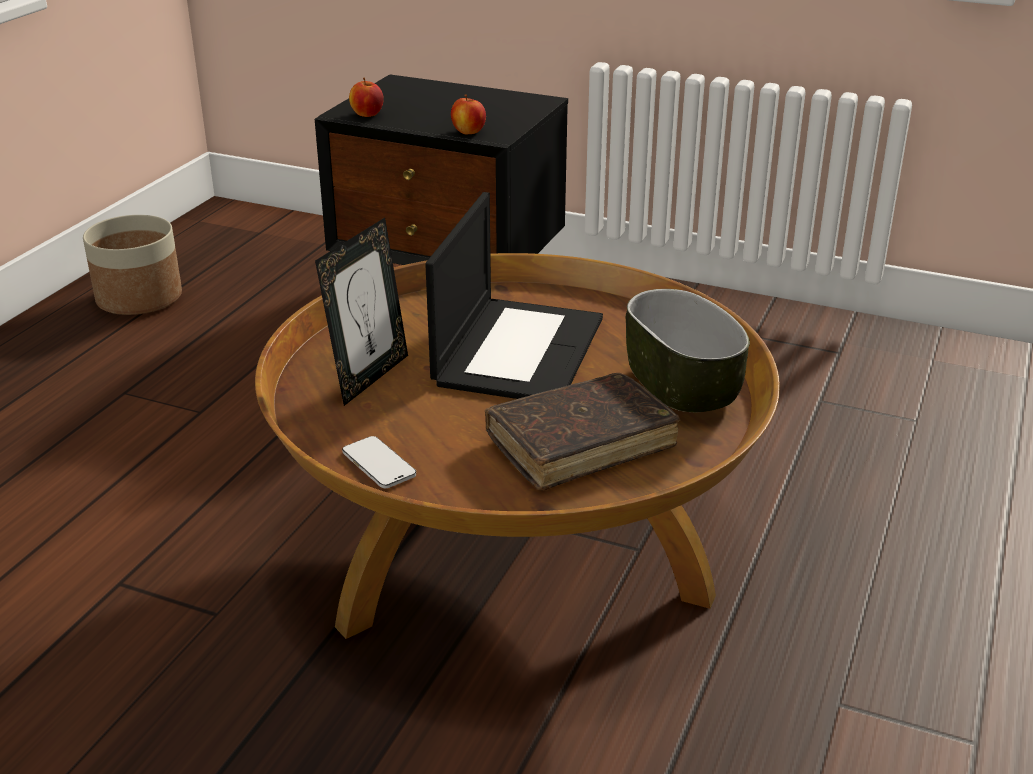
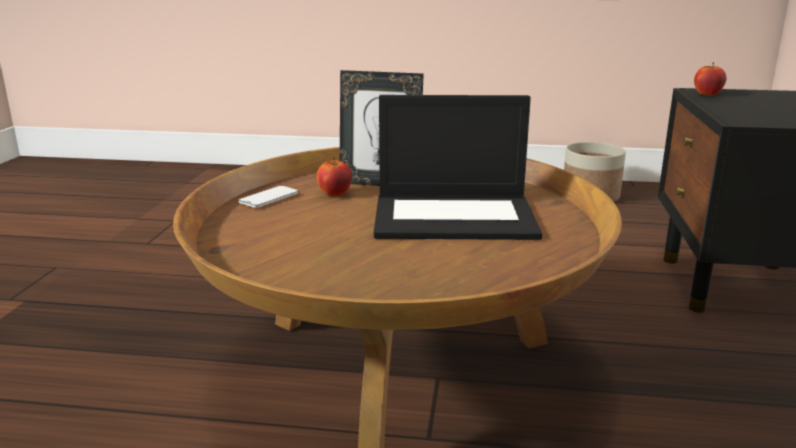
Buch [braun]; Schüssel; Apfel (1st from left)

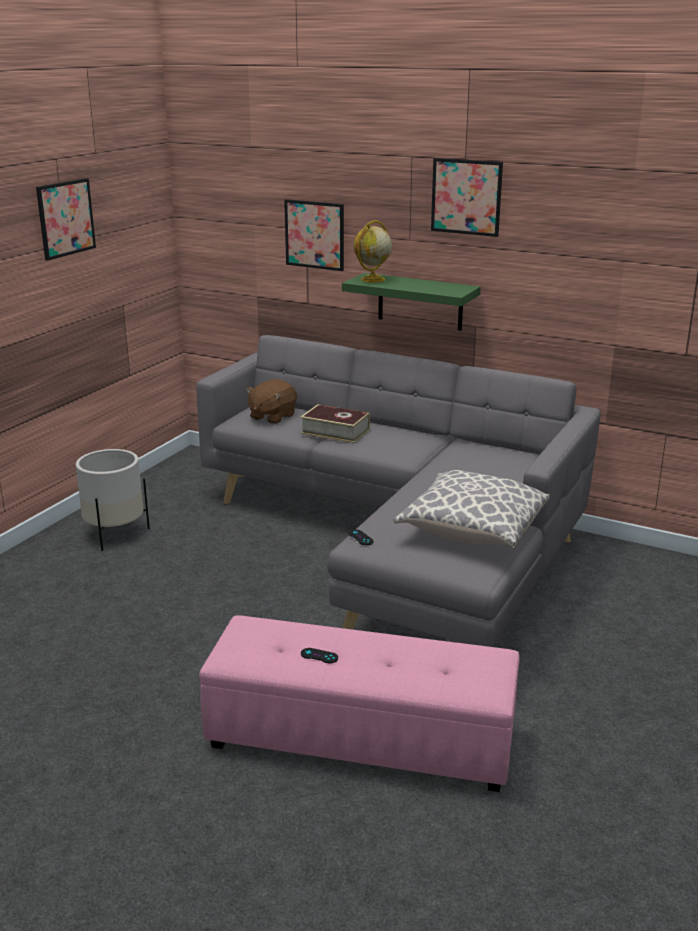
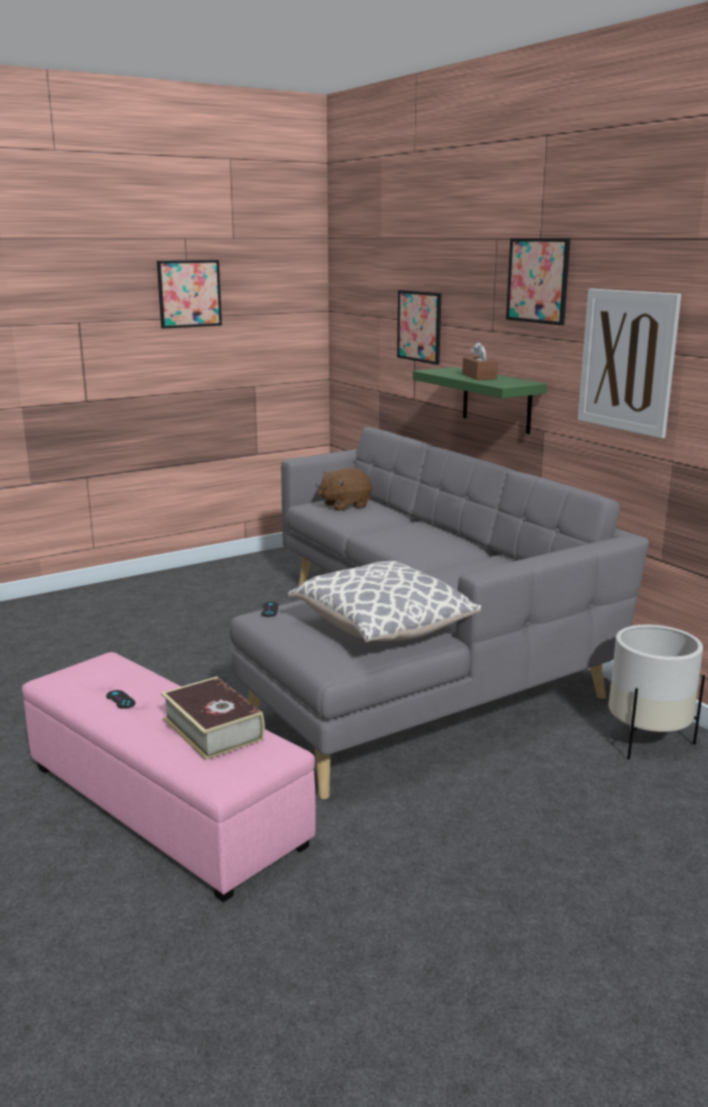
Globus; Taschentuchbox [braun]; Bild (4th from left); Pflanzkübel [weiß]; Buch

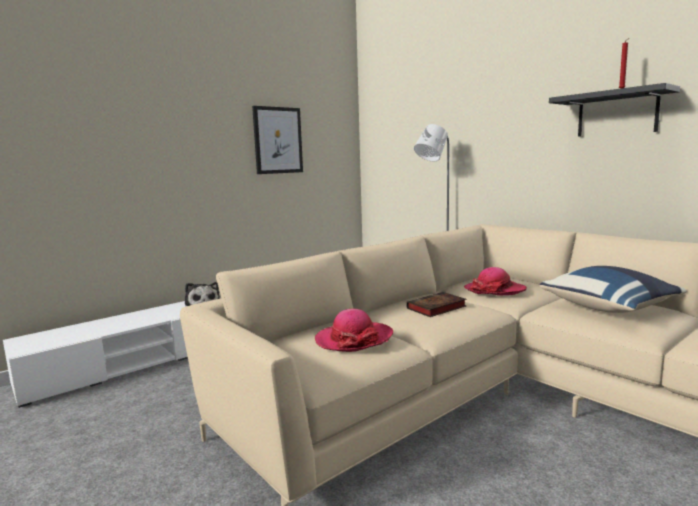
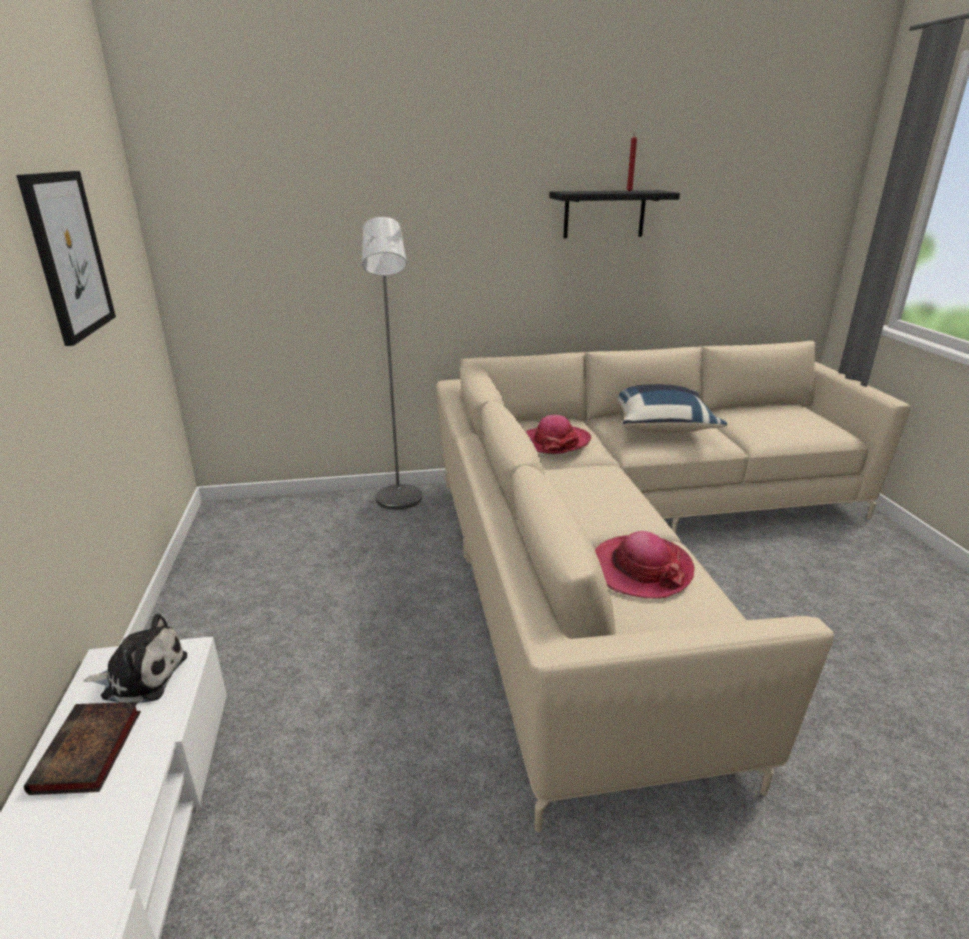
Buch

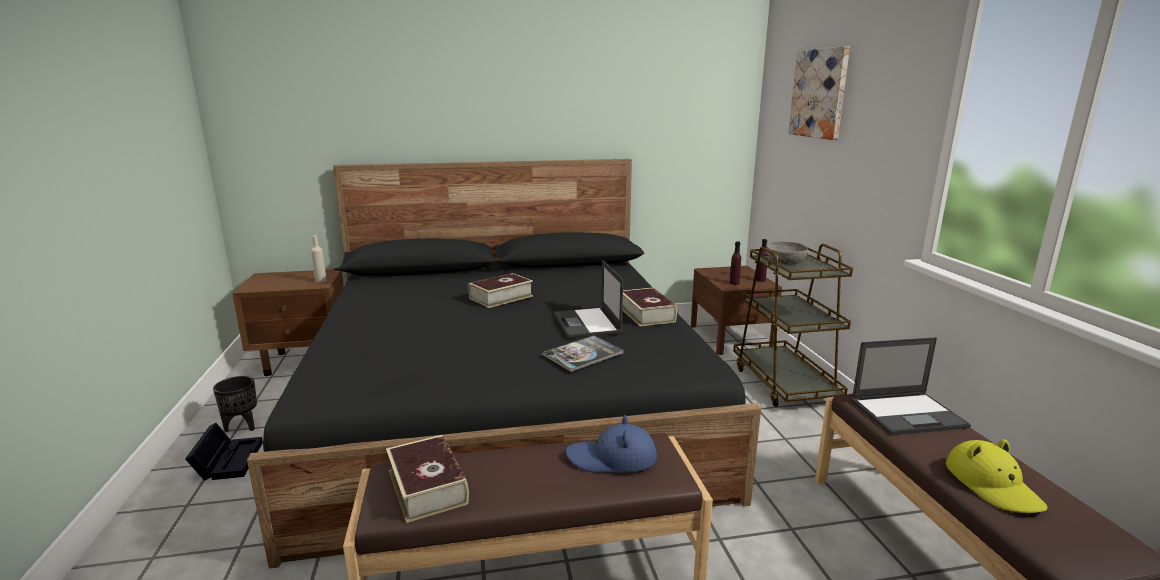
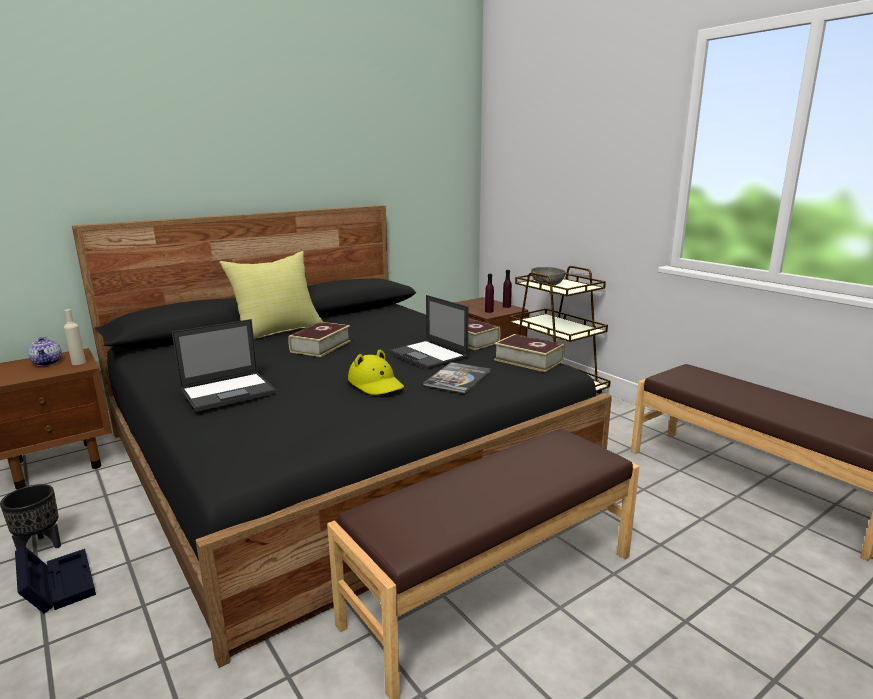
Hut [blau]; Bild; Teekanne; Kissen [gelb]; Buch (4th from left); Laptop (1st from left); Hut [gelb]

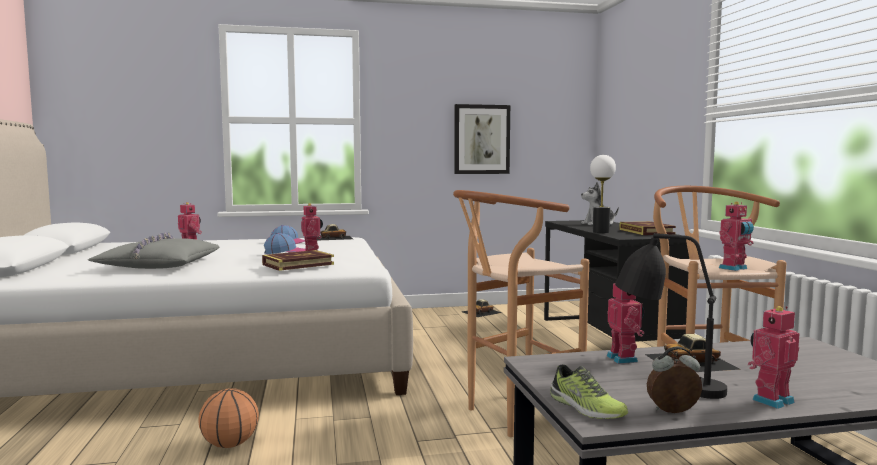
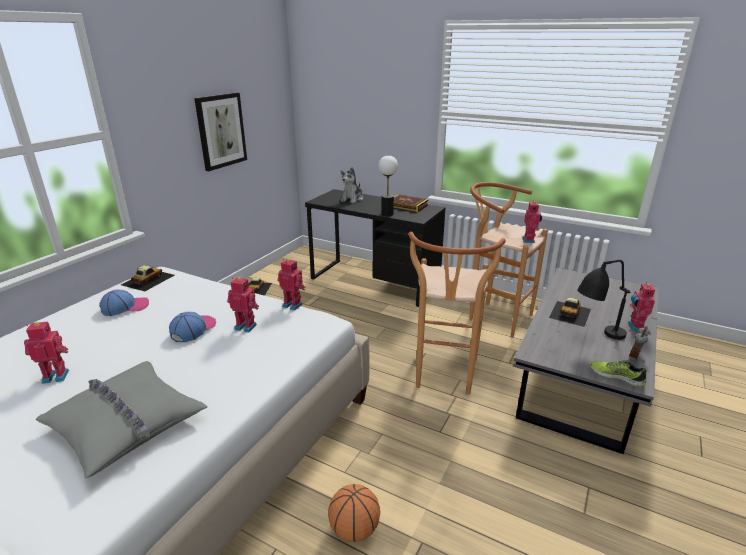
Buch (1st from left in the first image); Spielzeugroboter (3rd from left); Schuh

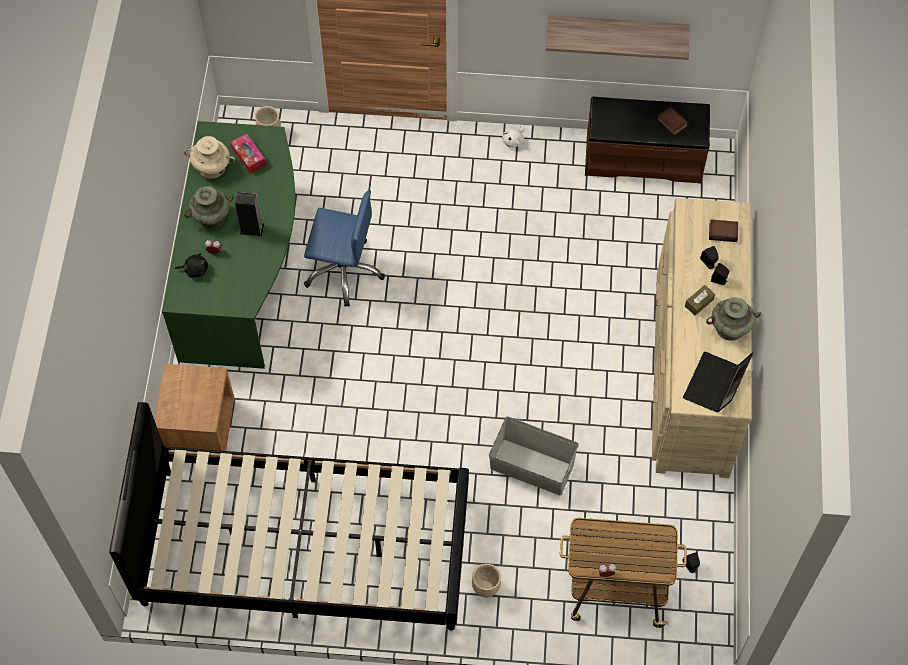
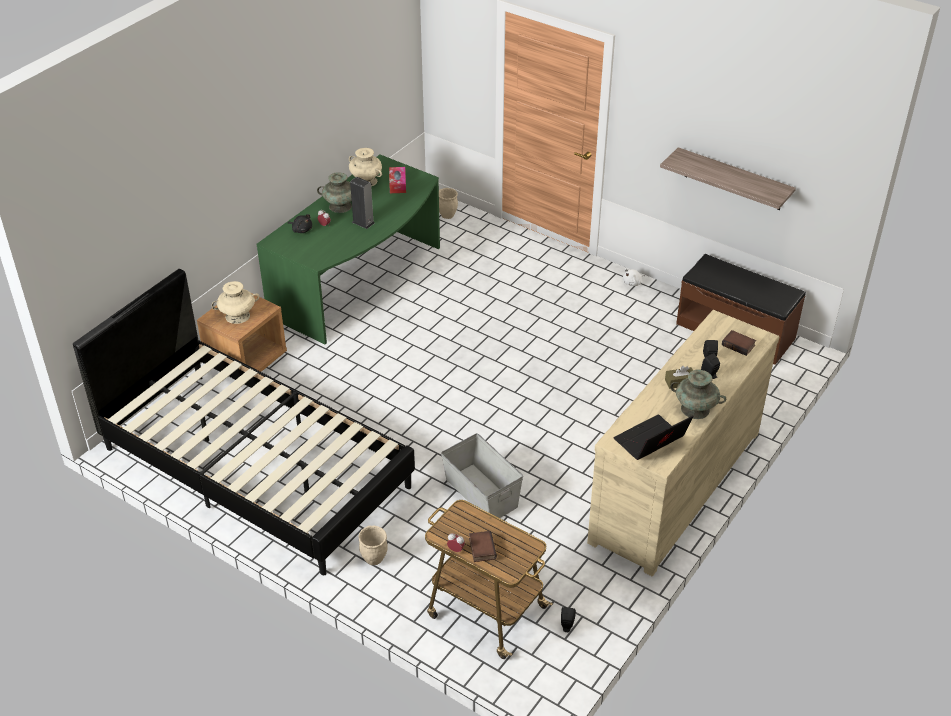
Bürostuhl [blau]; Vase [beige] (1st from left); Buch (1st from left)

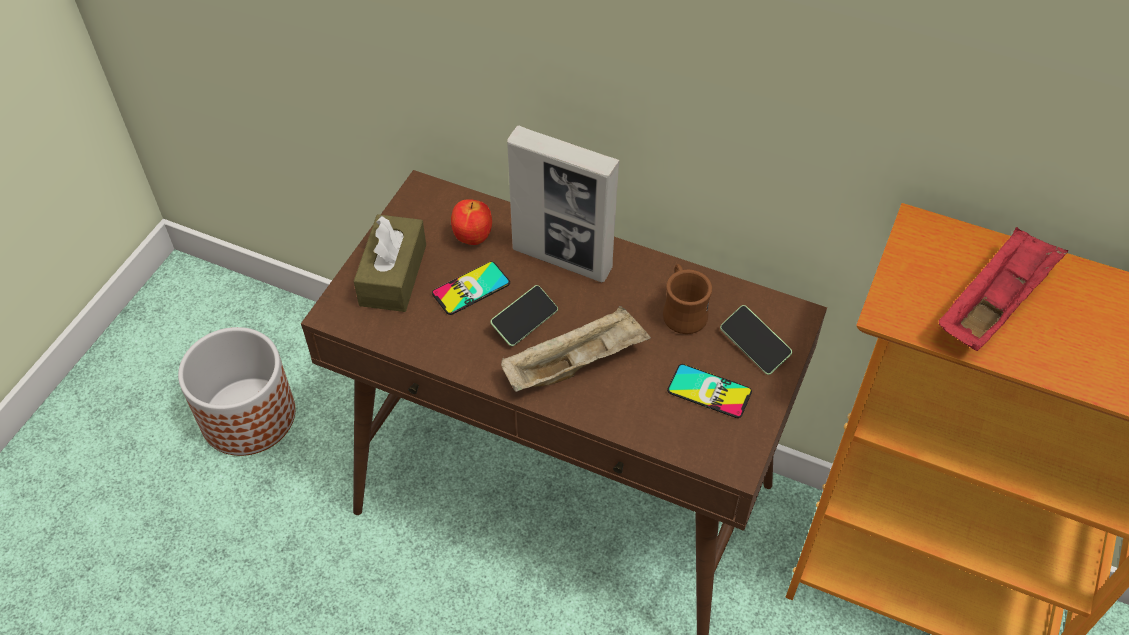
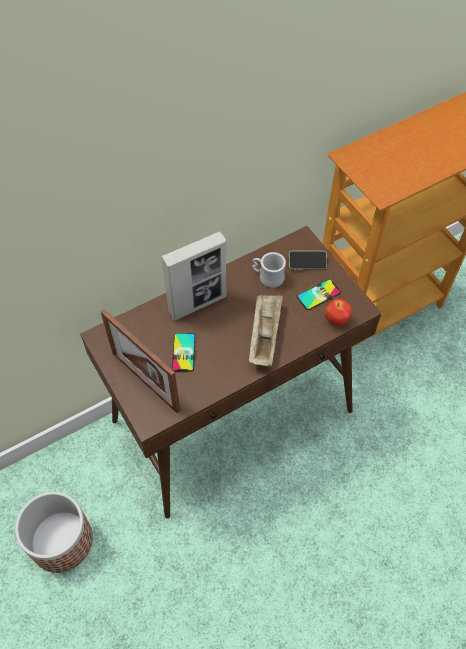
Handy (2nd from left in the first image); Tablett [rot]; Apfel; Bilderrahmen (1st from left); Henkelbecher [weiß]

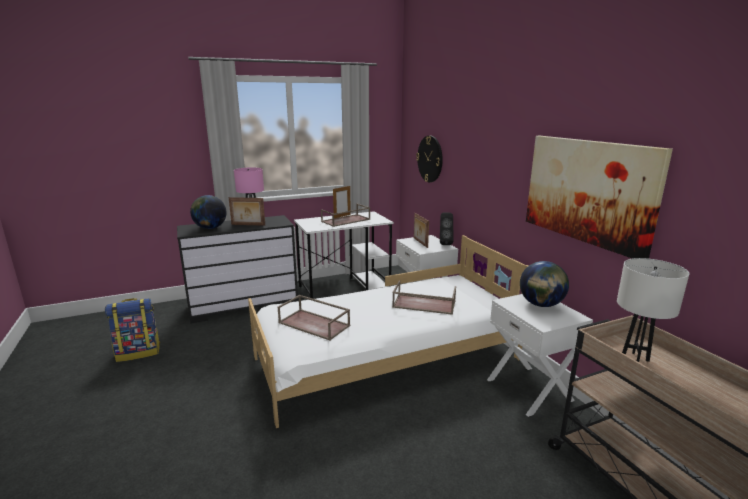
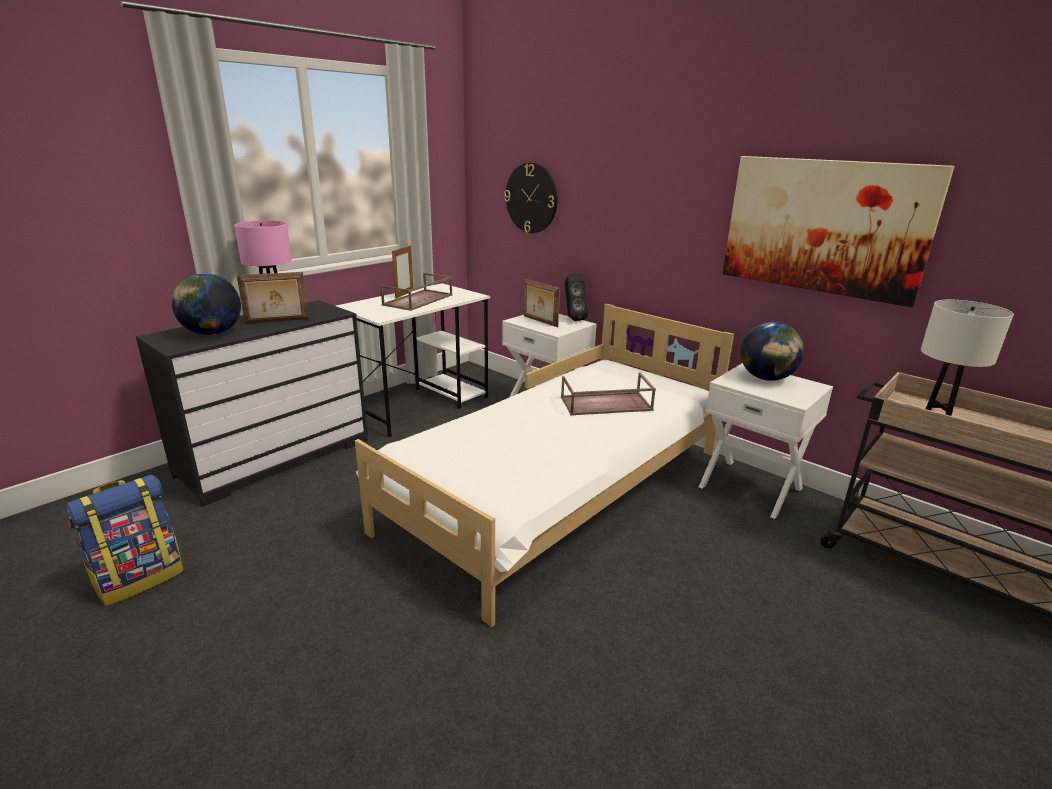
Tablett [braun] (1st from left in the first image)

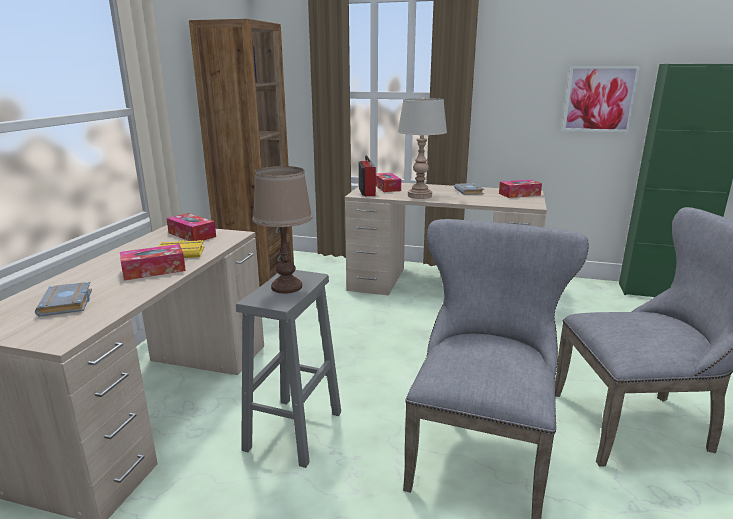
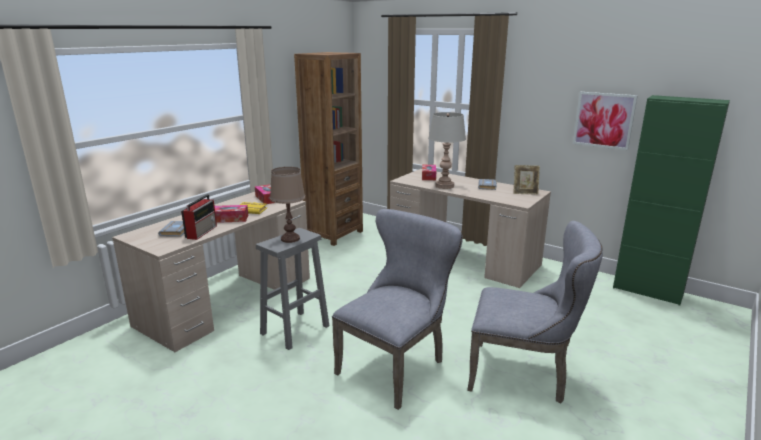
Radio; Bilderrahmen

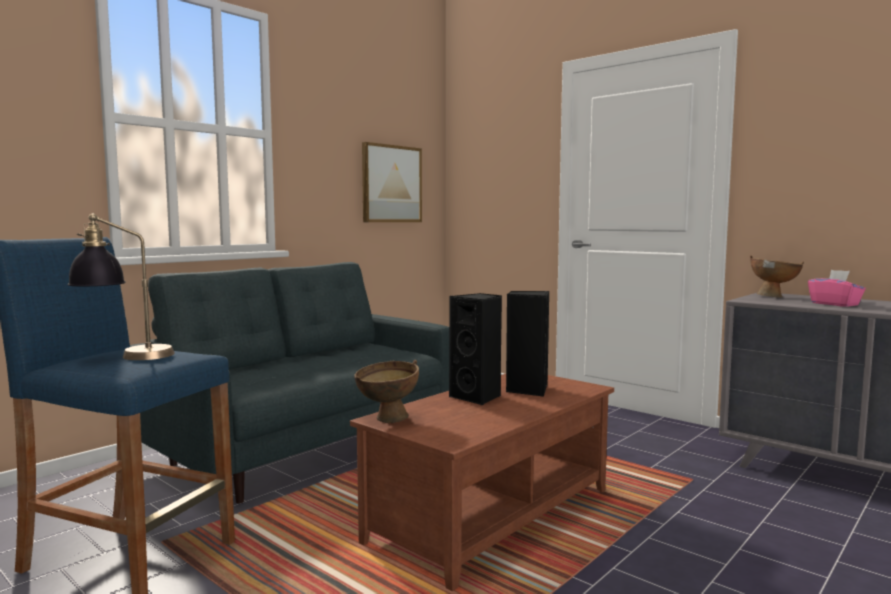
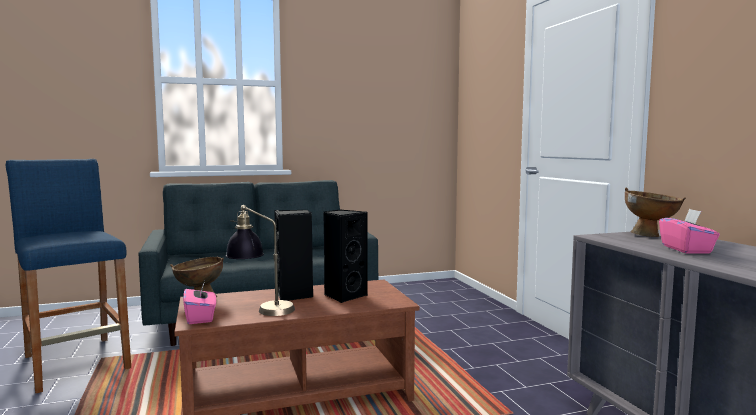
Bild; Taschentuchbox [rosa] (1st from left); Tischlampe

